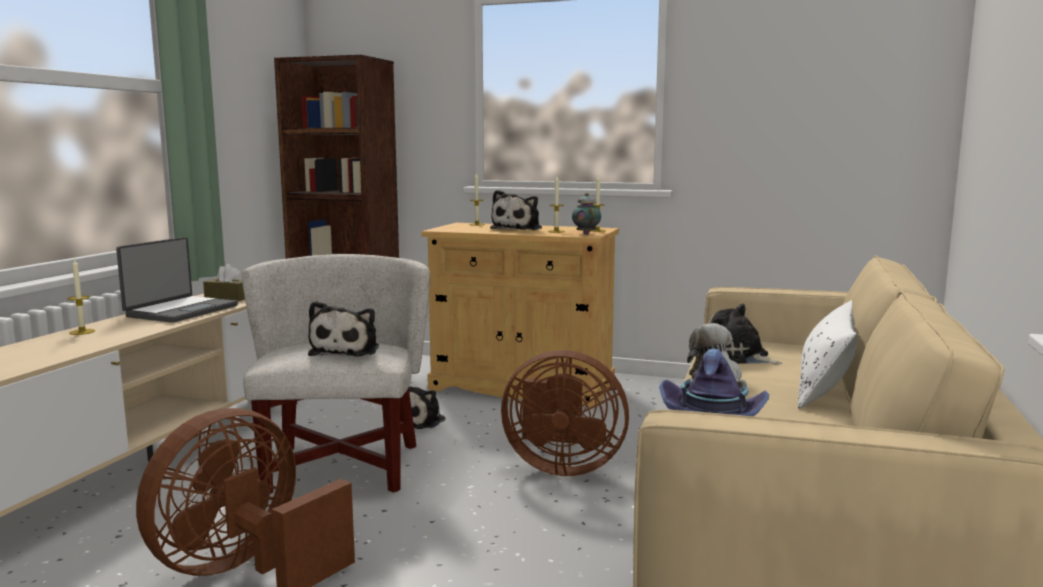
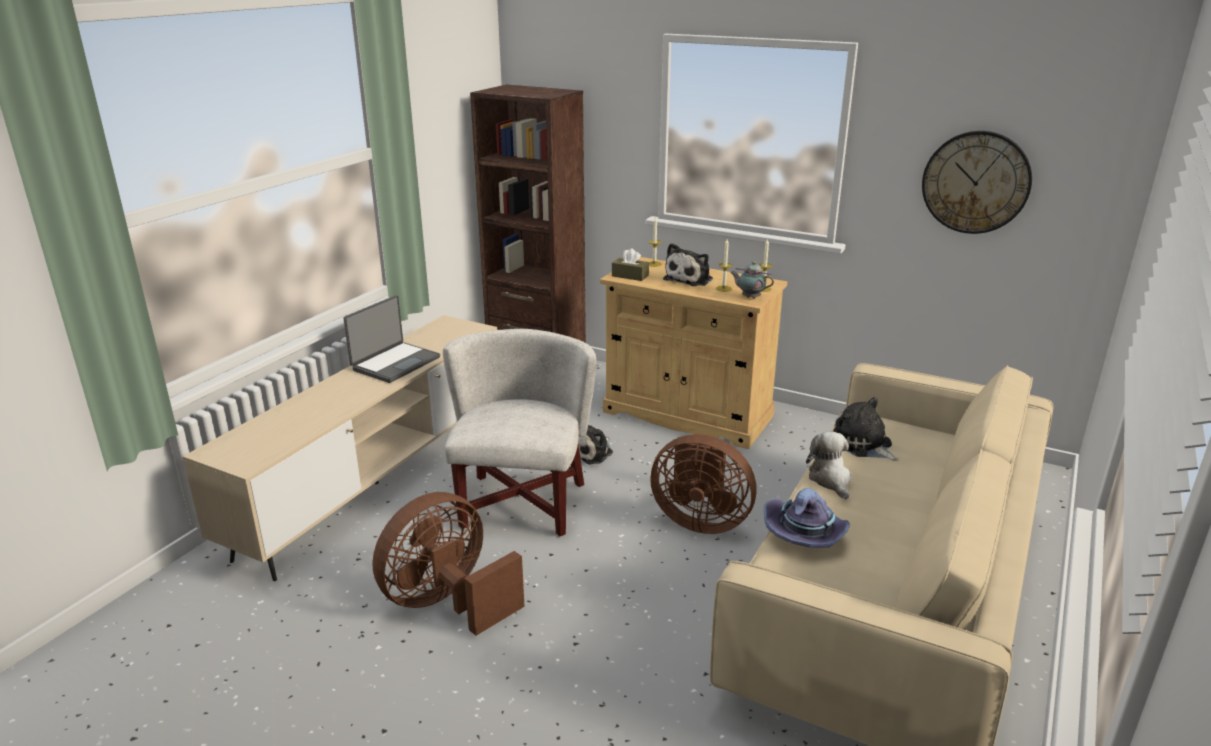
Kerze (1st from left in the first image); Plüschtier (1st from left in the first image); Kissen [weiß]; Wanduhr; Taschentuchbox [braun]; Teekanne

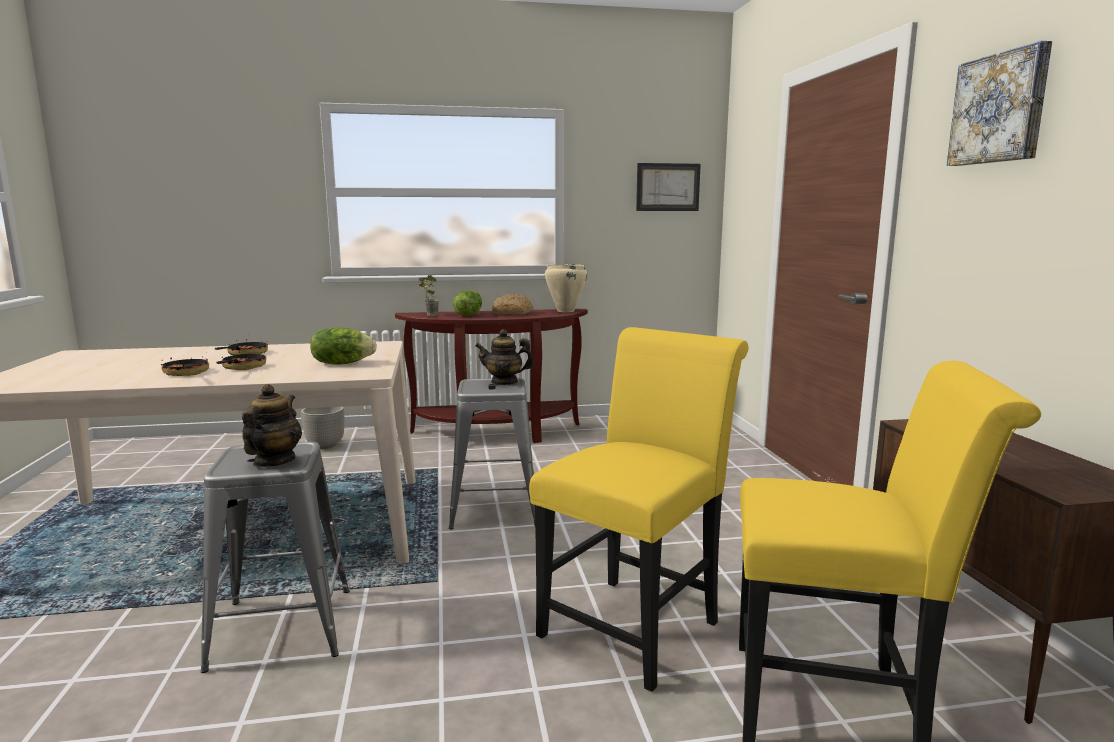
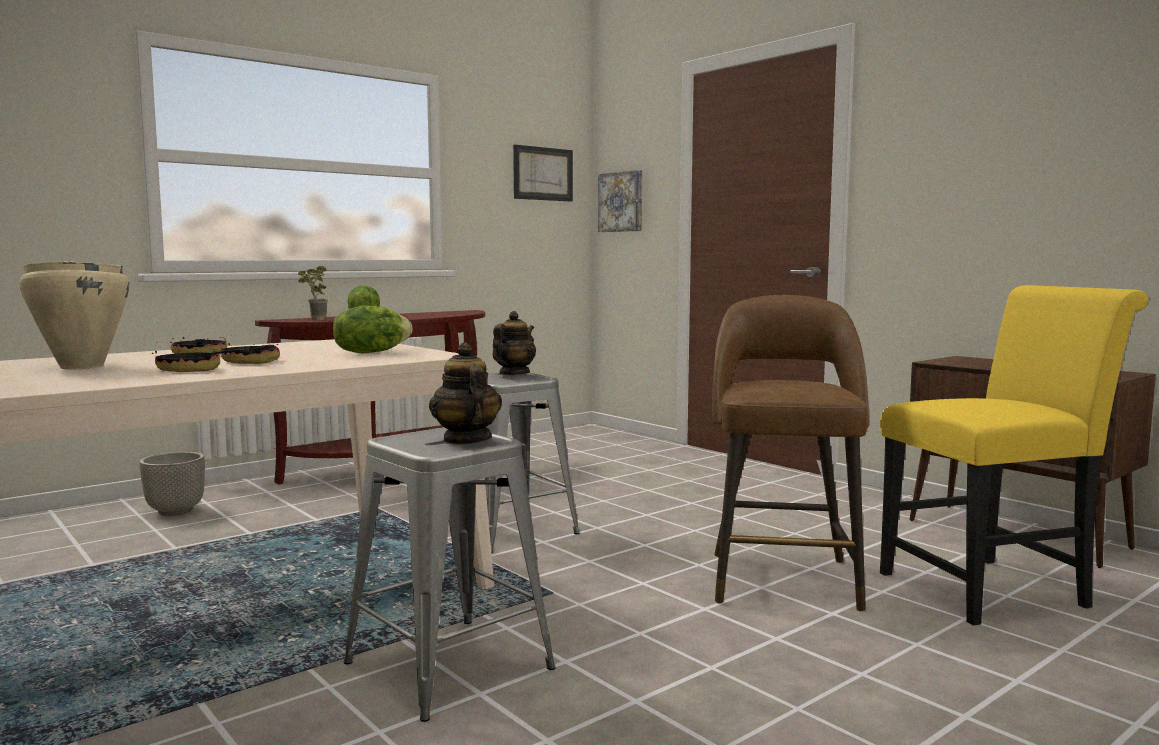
Brot; Kochtopf [beige]; Bild (2nd from left); Hocker [braun]; Teekanne (2nd from left)

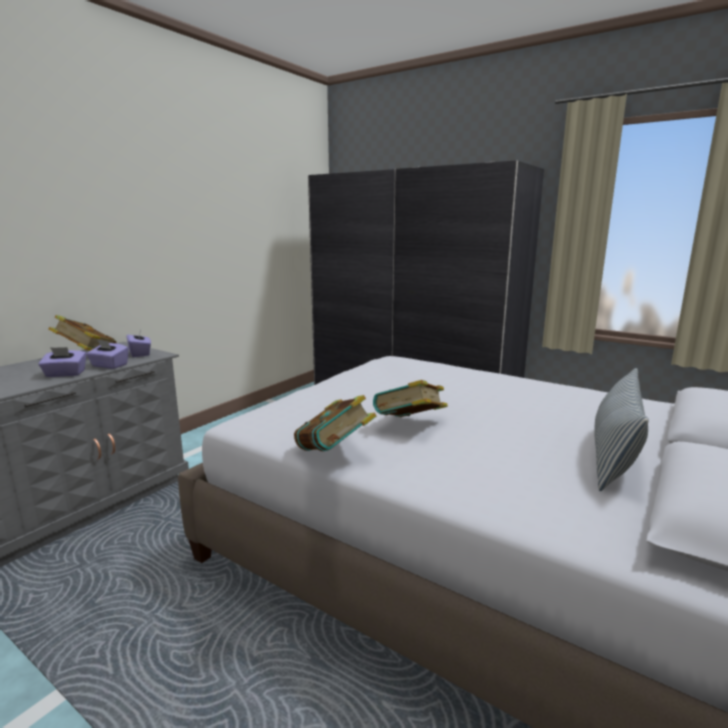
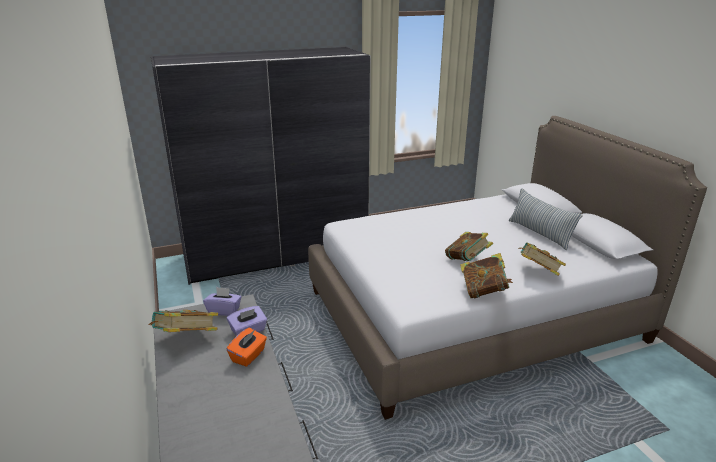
Buch (4th from left); Taschentuchbox [orange]

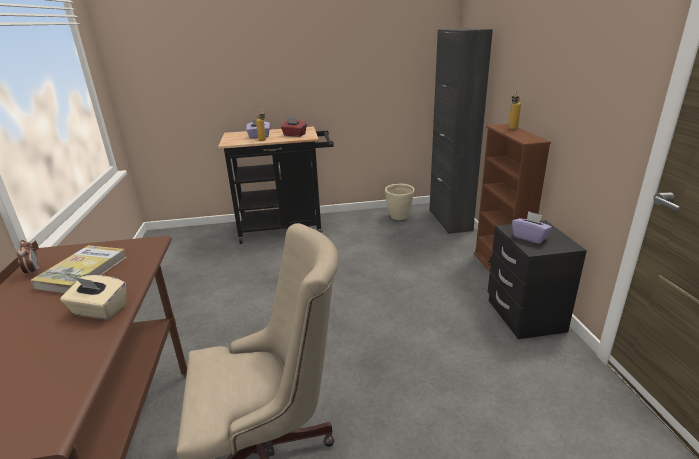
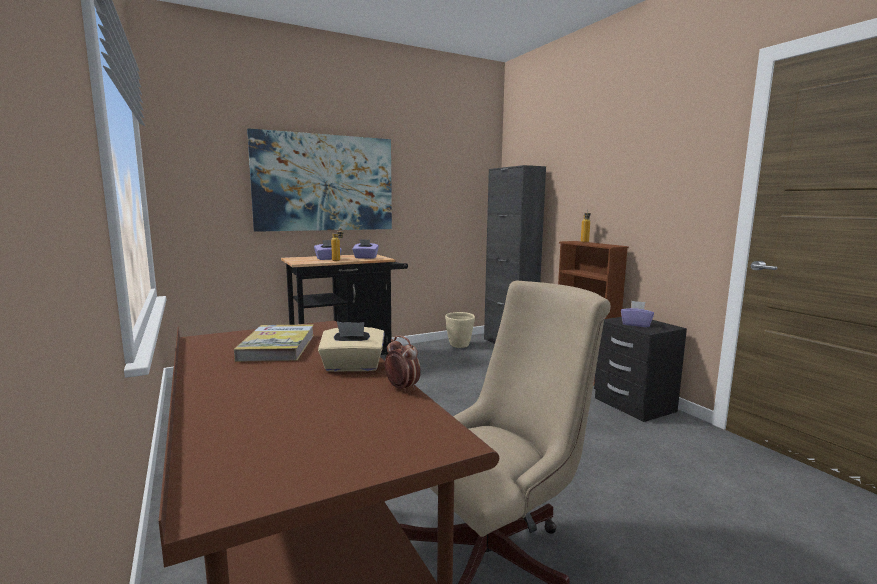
Bild; Wecker; Taschentuchbox [lila] (2nd from left)

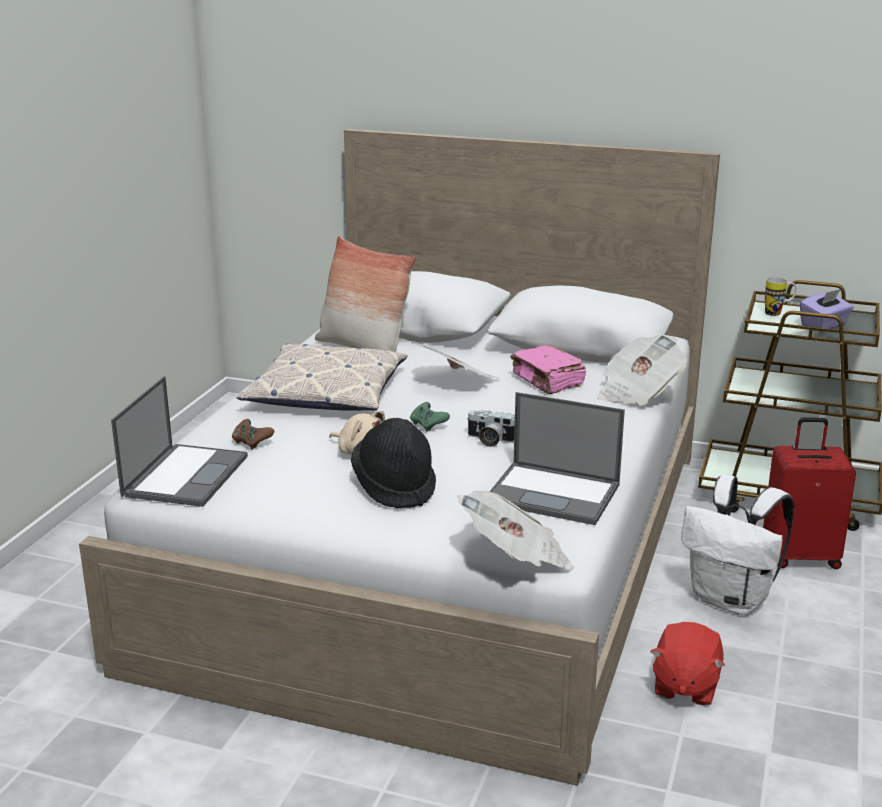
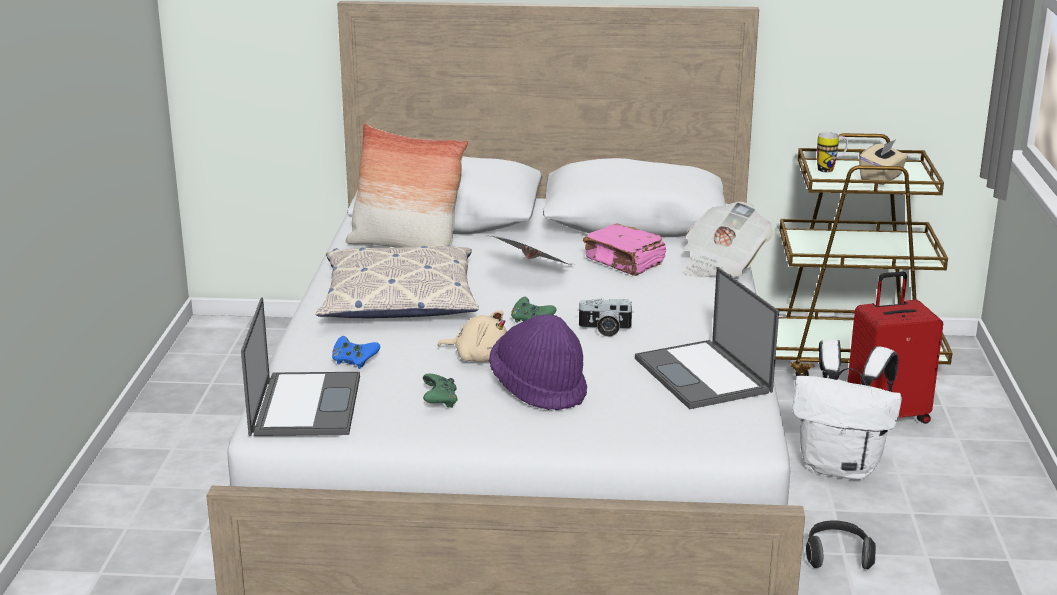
Zeitung (2nd from left in the first image); Gamepad [grün] (1st from left); Kopfhörer; Gamepad [blau]; Hut [lila]; Taschentuchbox [beige]; Laptop (2nd from left)

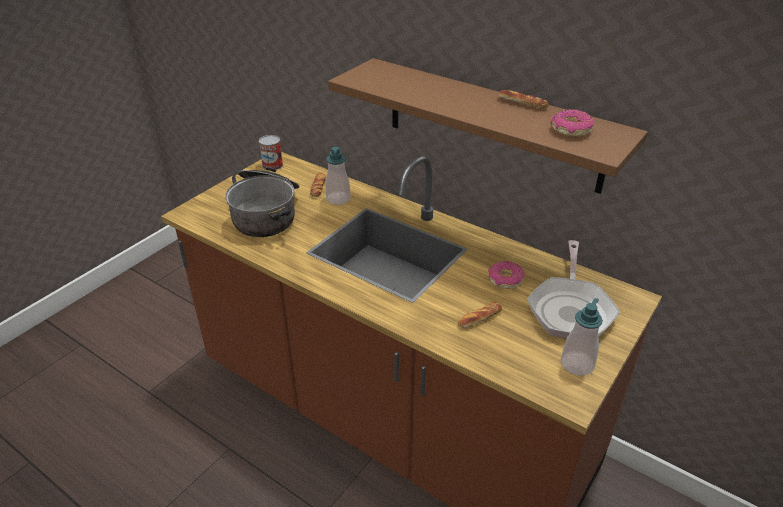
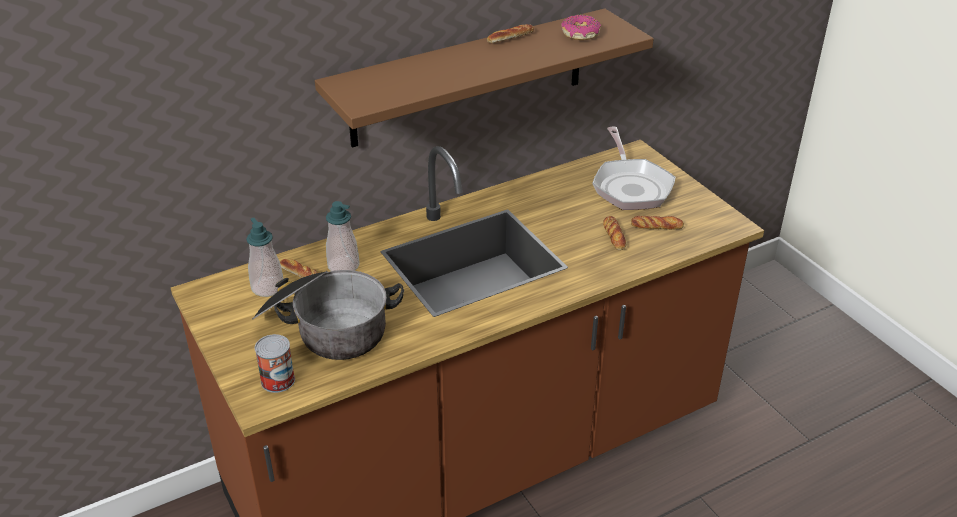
Donut (1st from left in the first image); Brot (4th from left); Dose; Seifenspender (1st from left); Pfanne

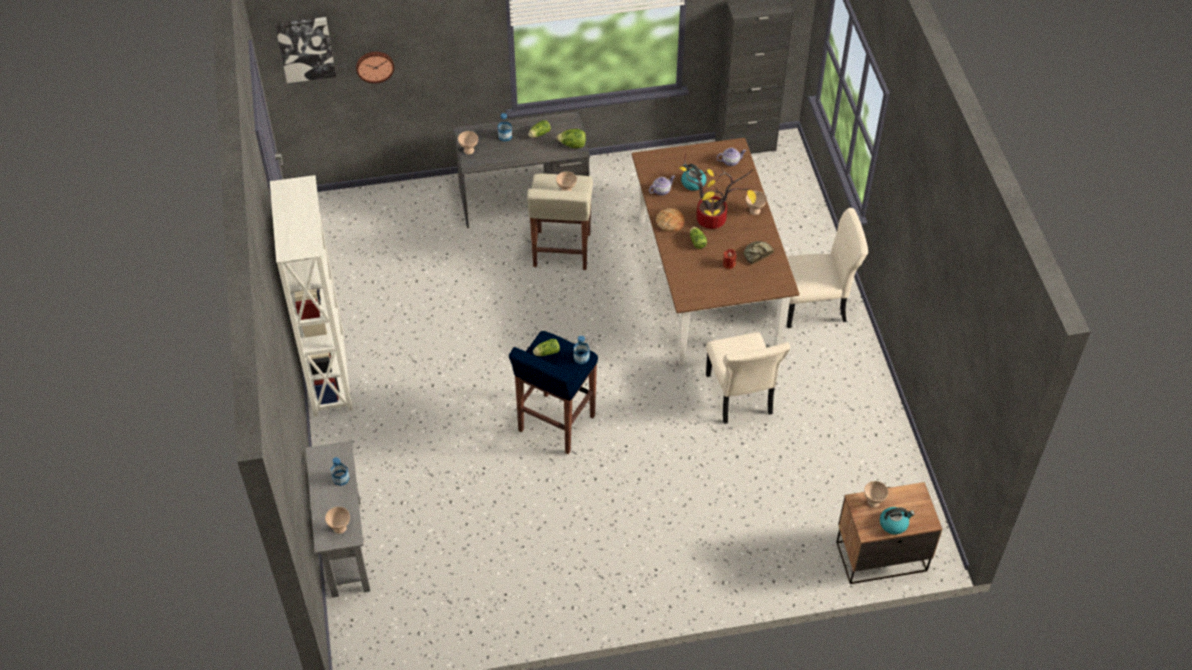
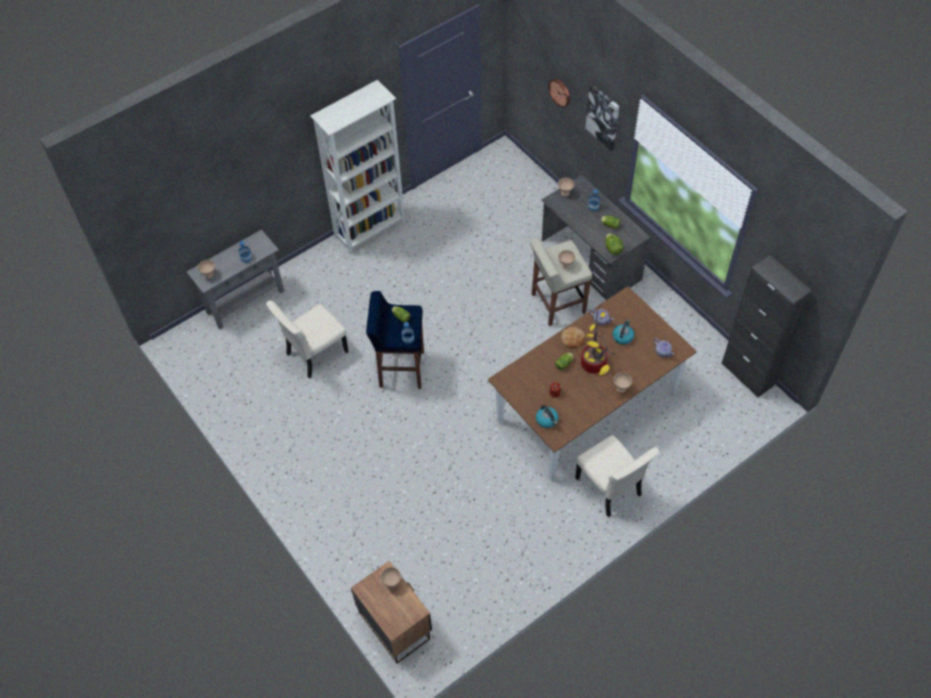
Brot (2nd from left in the first image); Bild; Stuhl [beige] (1st from left); Wasserkessel (1st from left)

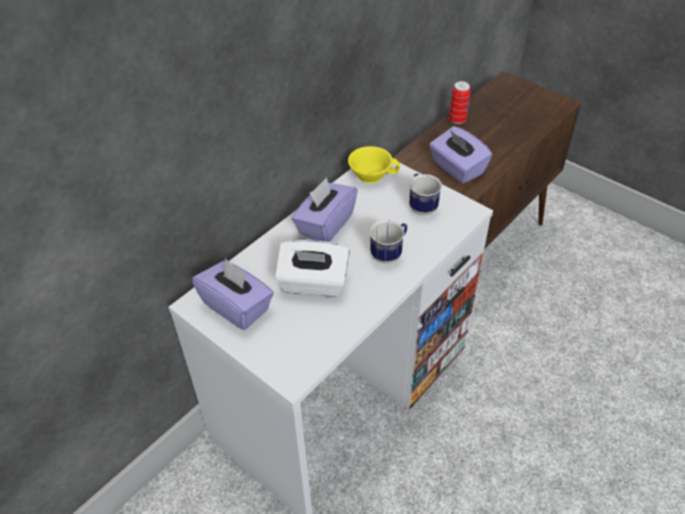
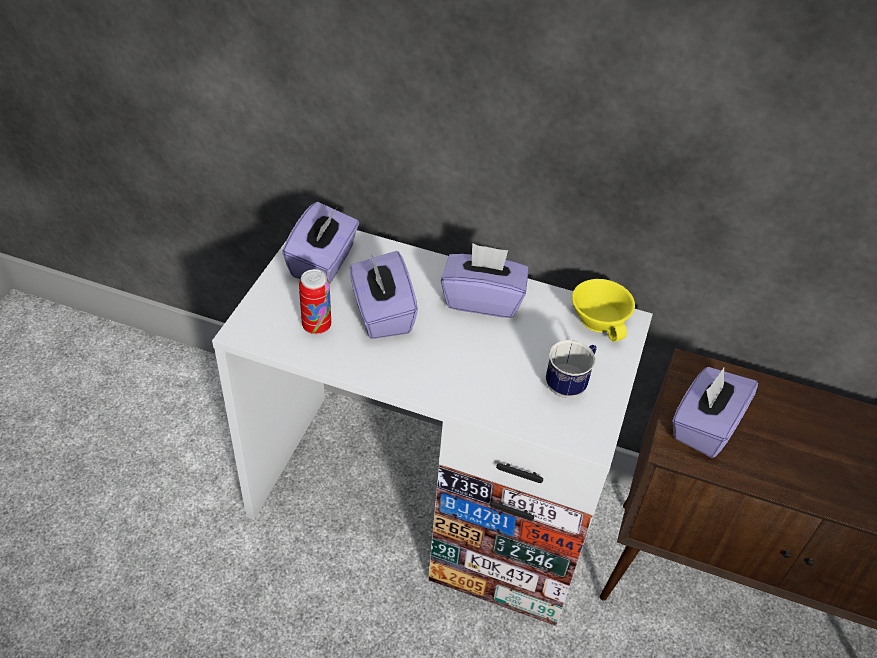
Henkelbecher (1st from left in the first image); Dose; Taschentuchbox [lila] (2nd from left)

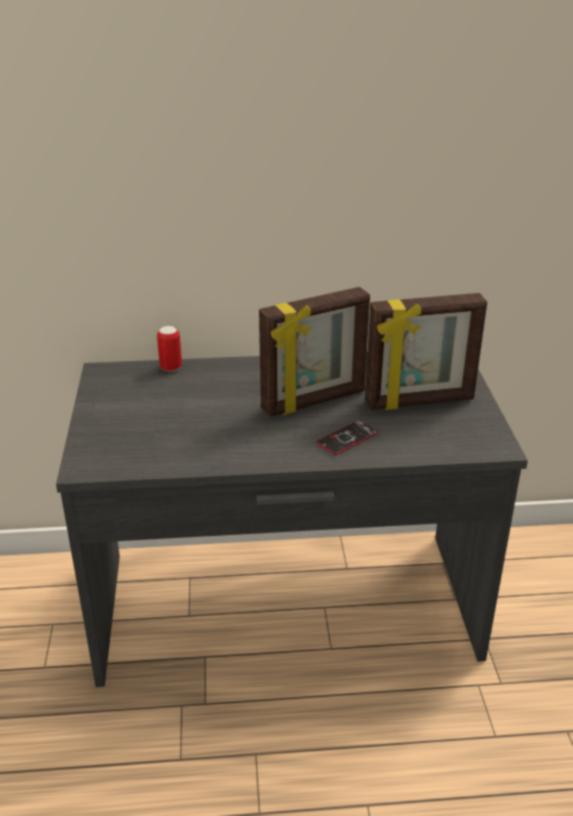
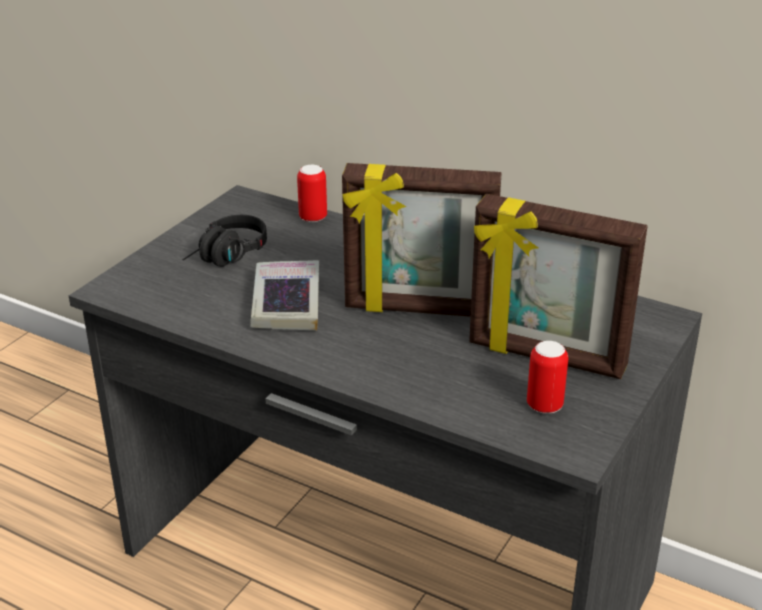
Handy; Kopfhörer [schwarz]; Buch; Dose (2nd from left)

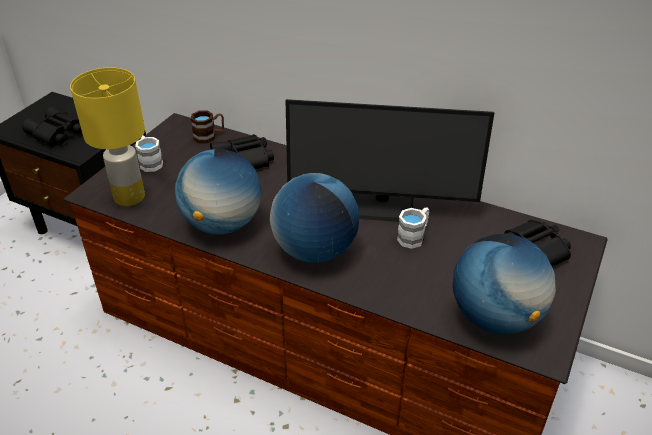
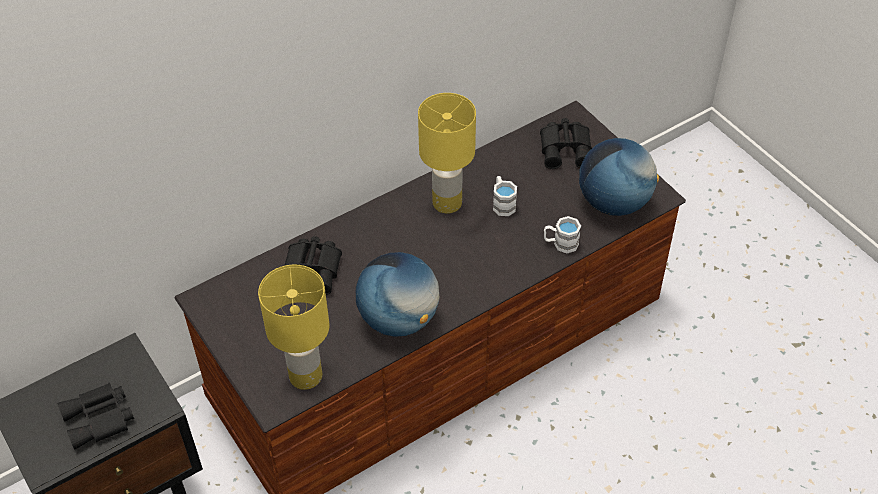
Henkelbecher [braun]; Globus (2nd from left in the first image); Henkelbecher [weiß] (2nd from left); Tischlampe [gelb] (2nd from left)

